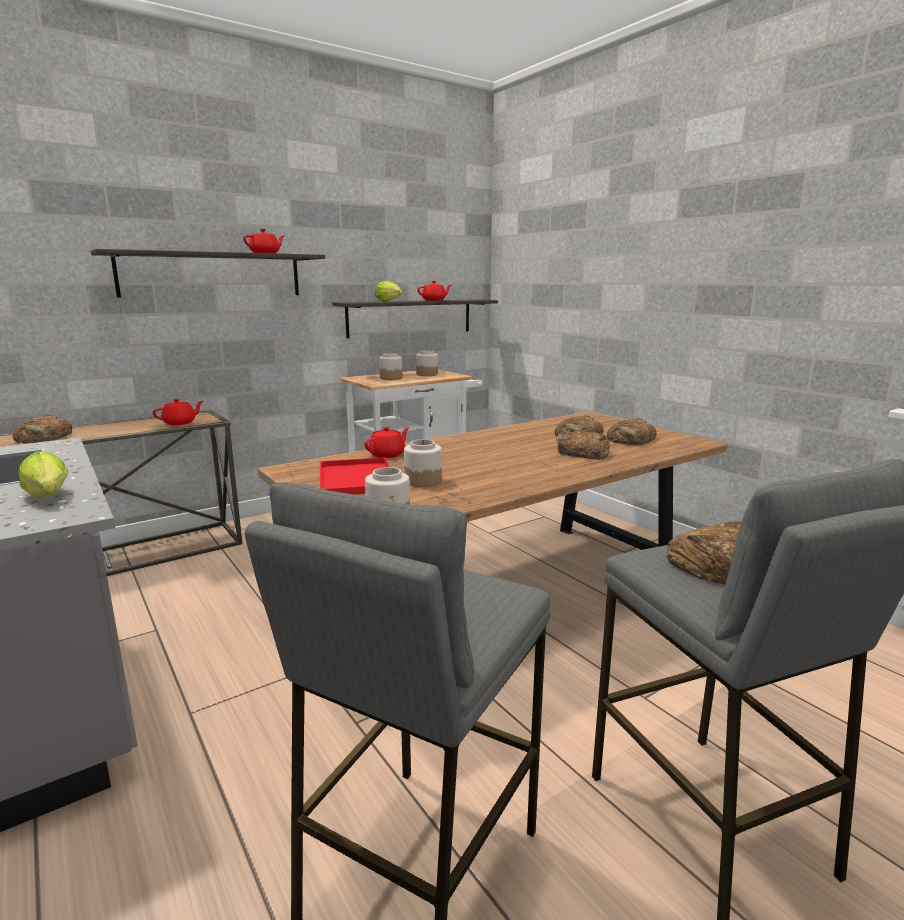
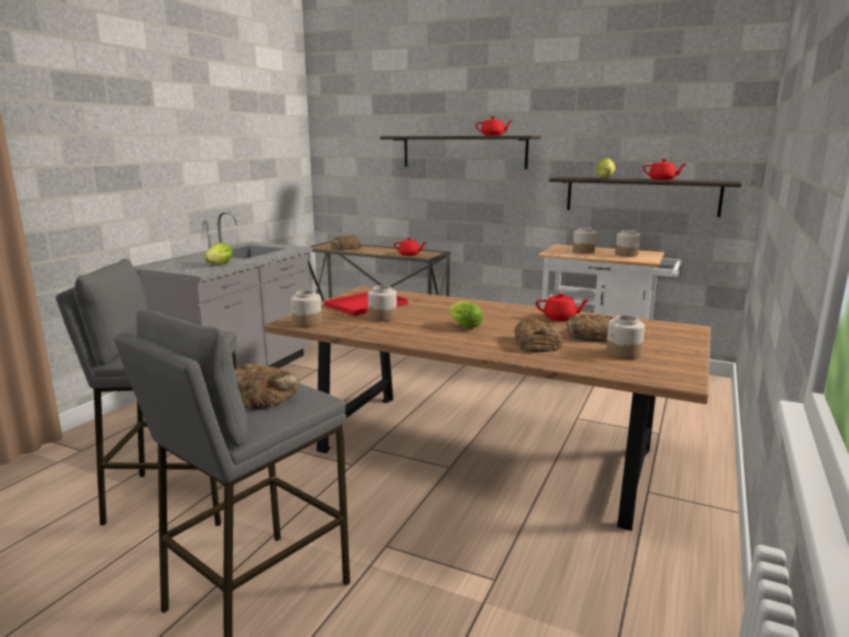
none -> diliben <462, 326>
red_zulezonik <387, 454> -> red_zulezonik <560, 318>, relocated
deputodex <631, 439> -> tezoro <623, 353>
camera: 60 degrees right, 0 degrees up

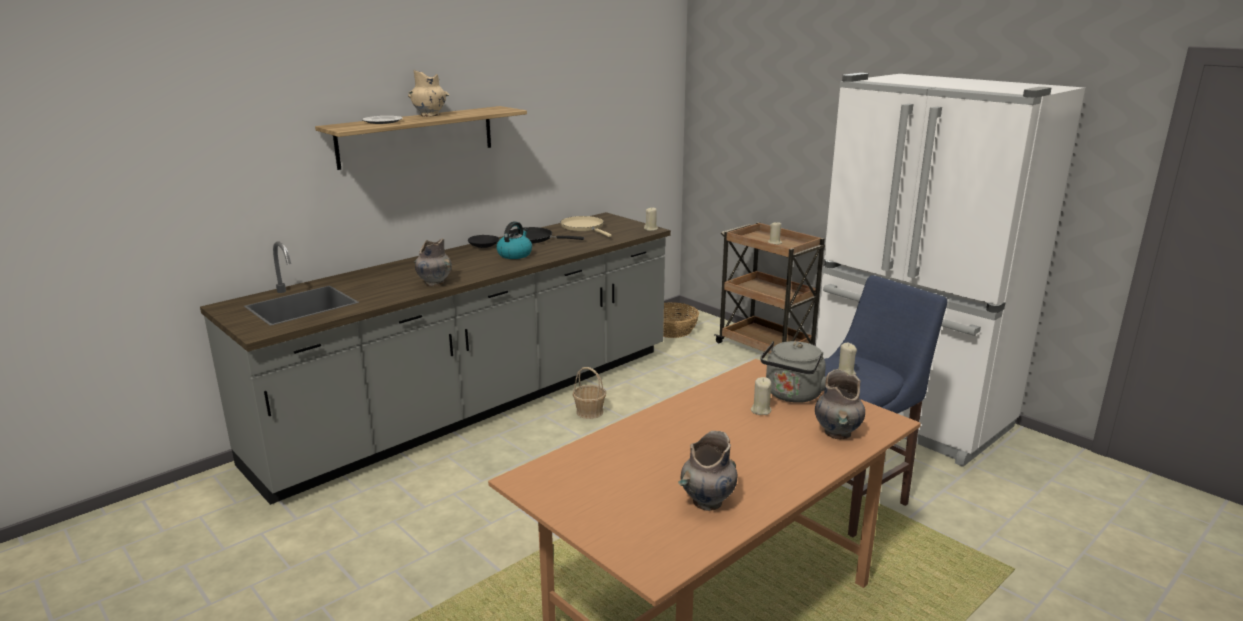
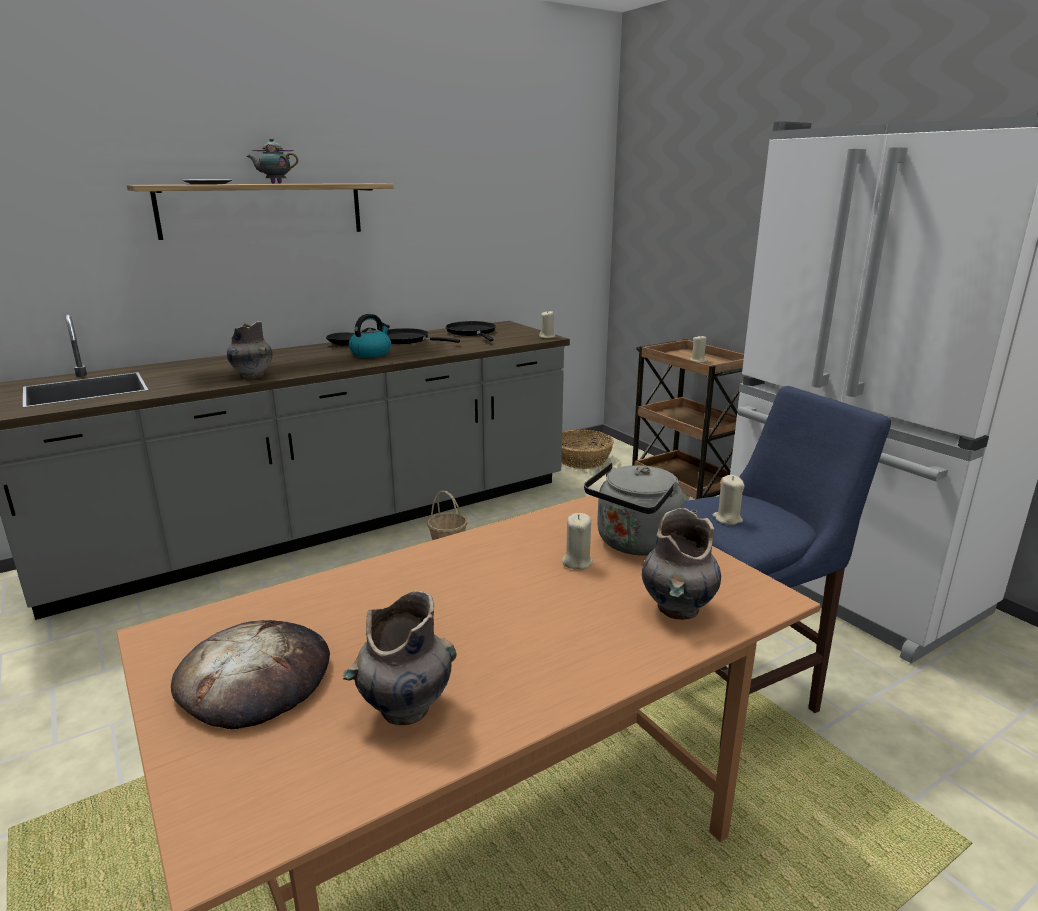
none -> deputodex <255, 678>
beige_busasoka <430, 115> -> zulezonik <275, 183>
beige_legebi <584, 227> -> black_legebi <472, 332>
camera: 10 degrees right, 0 degrees up

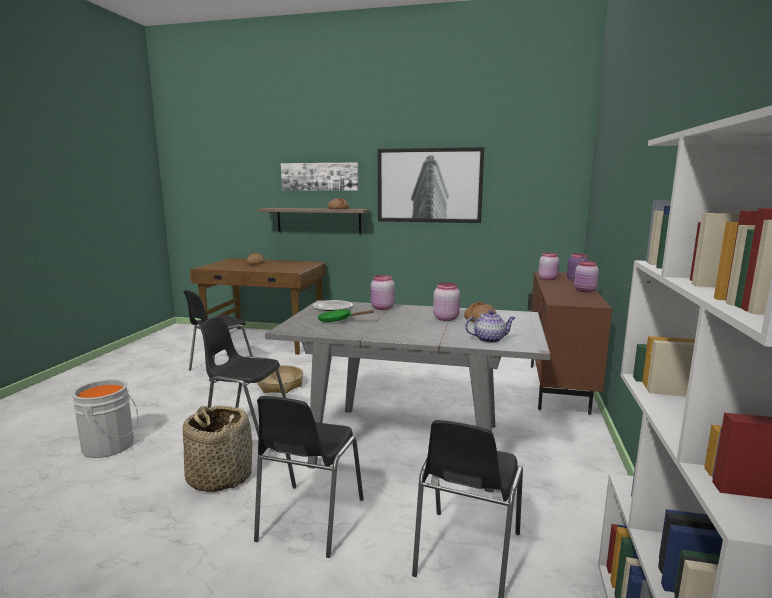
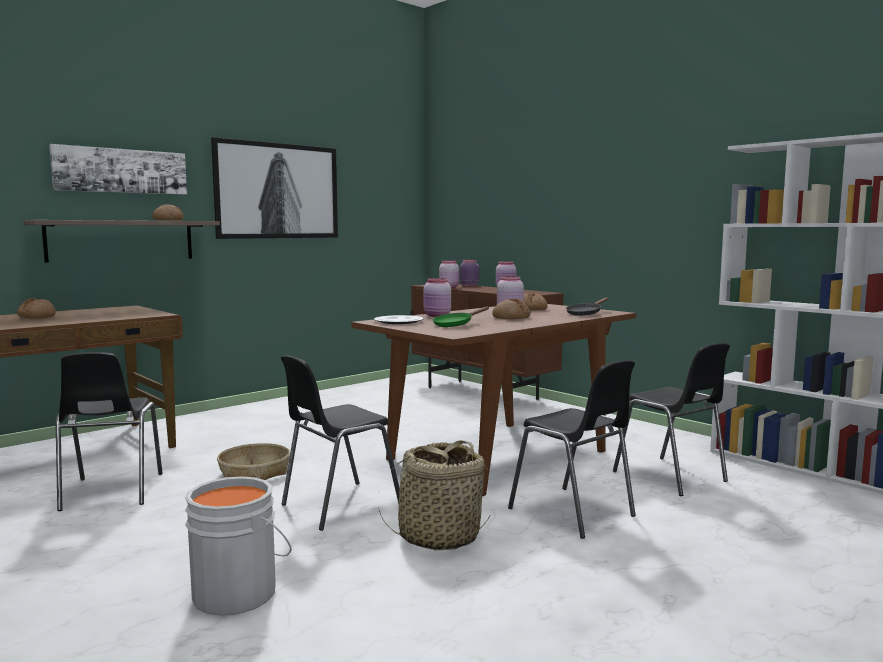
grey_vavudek <410, 445> -> brown_vavudek <499, 454>
none -> deputodex <511, 317>
zulezonik <490, 339> -> black_legebi <585, 314>
camera: 55 degrees left, 5 degrees down

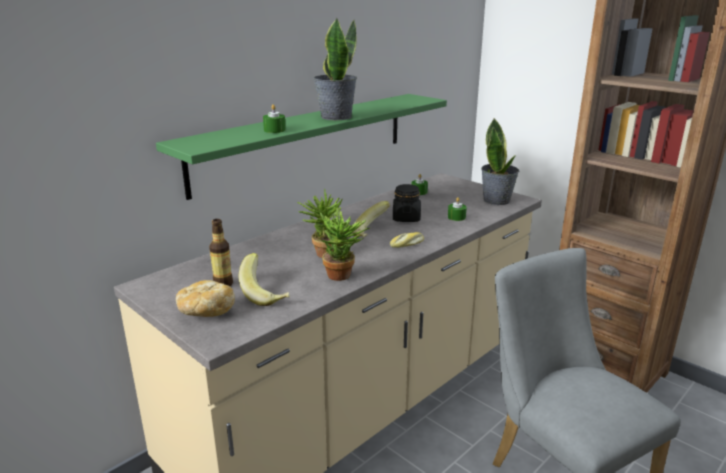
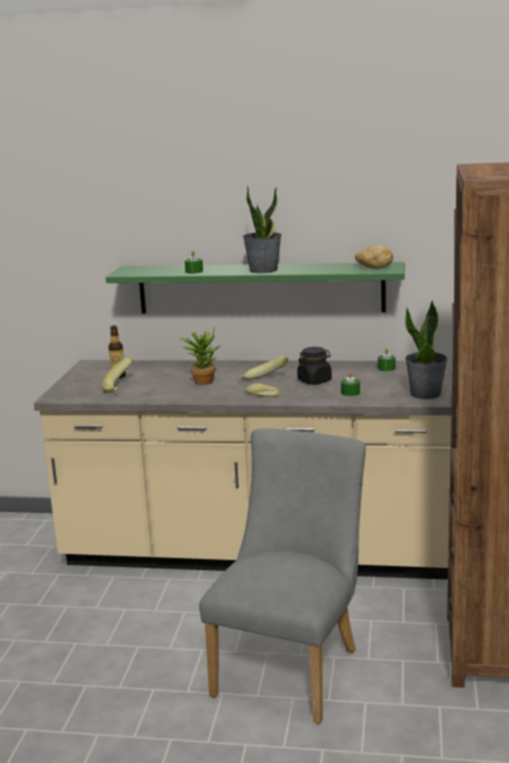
deputodex <205, 312> -> deputodex <374, 267>, relocated
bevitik <343, 276> -> none
camera: 55 degrees right, 5 degrees down

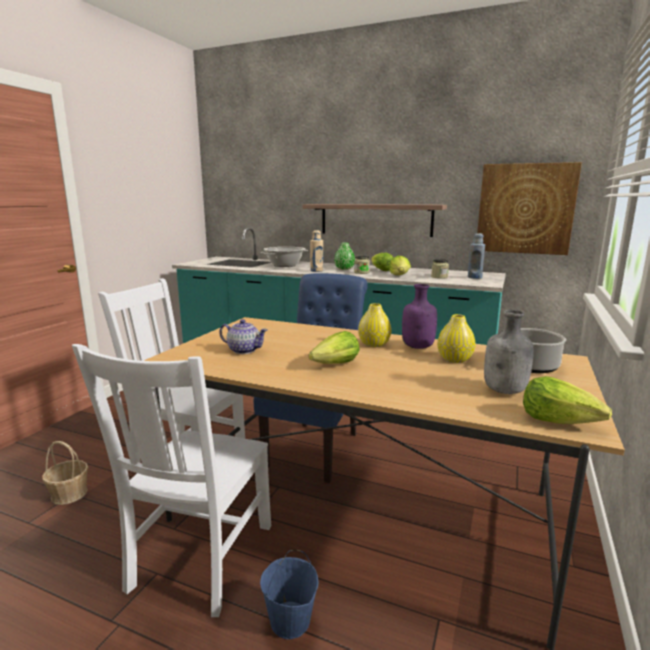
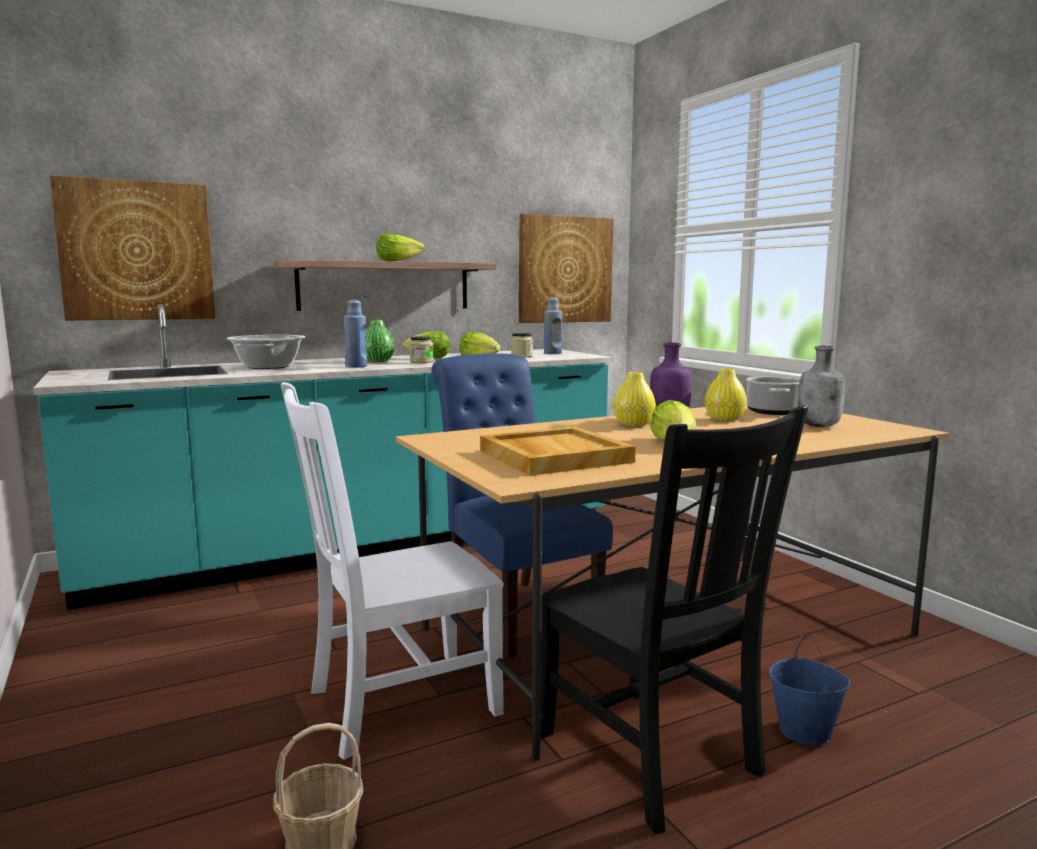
none -> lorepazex <137, 251>
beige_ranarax <316, 271> -> blue_ranarax <356, 366>
diliben <558, 421> -> diliben <398, 261>, relocated
zulezonik <244, 350> -> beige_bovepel <553, 456>
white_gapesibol <200, 559> -> black_gapesibol <651, 757>
camera: 50 degrees left, 5 degrees down

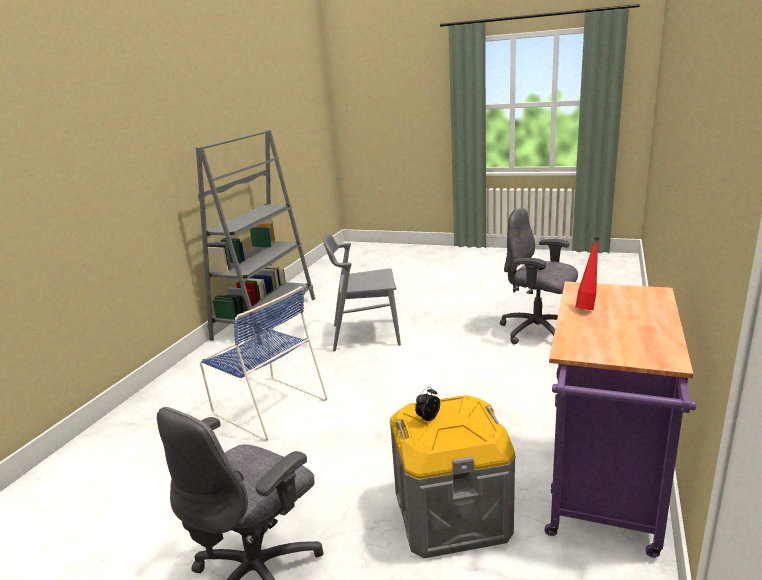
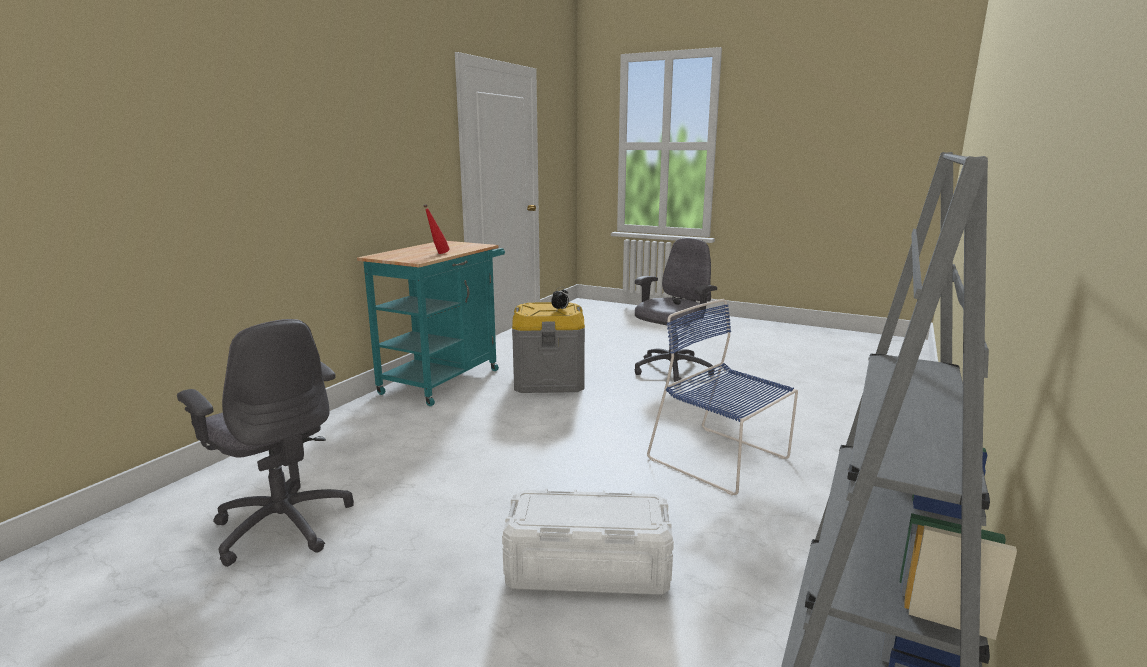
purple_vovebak <603, 498> -> turquoise_vovebak <445, 379>
grey_gapesibol <365, 335> -> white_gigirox <588, 568>
camera: 175 degrees left, 5 degrees down

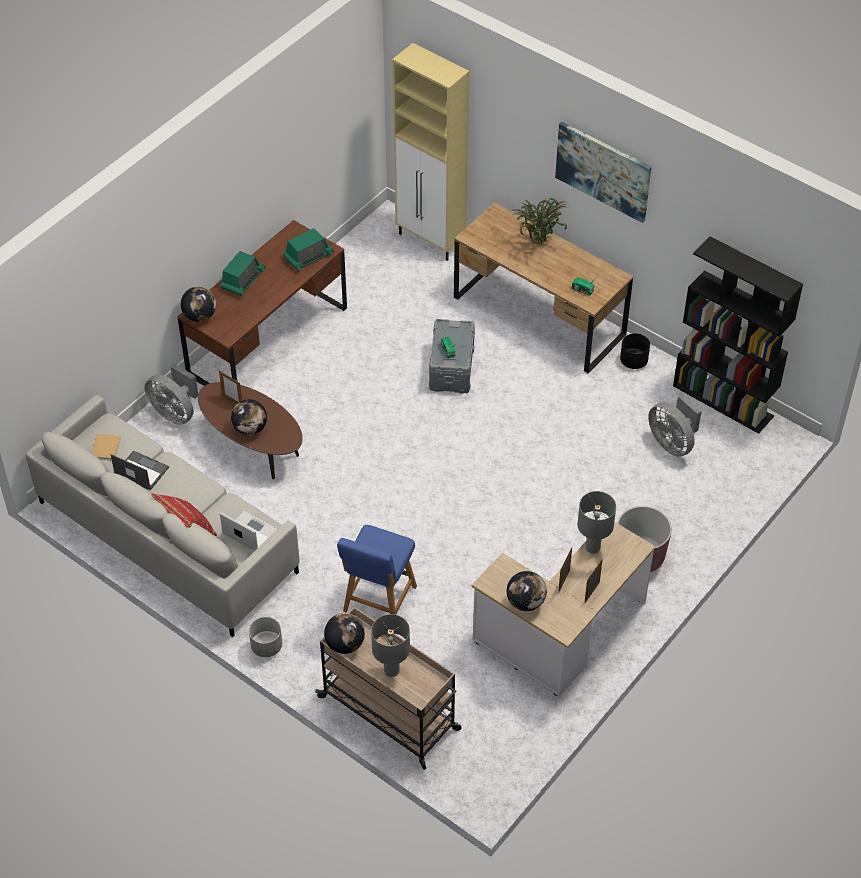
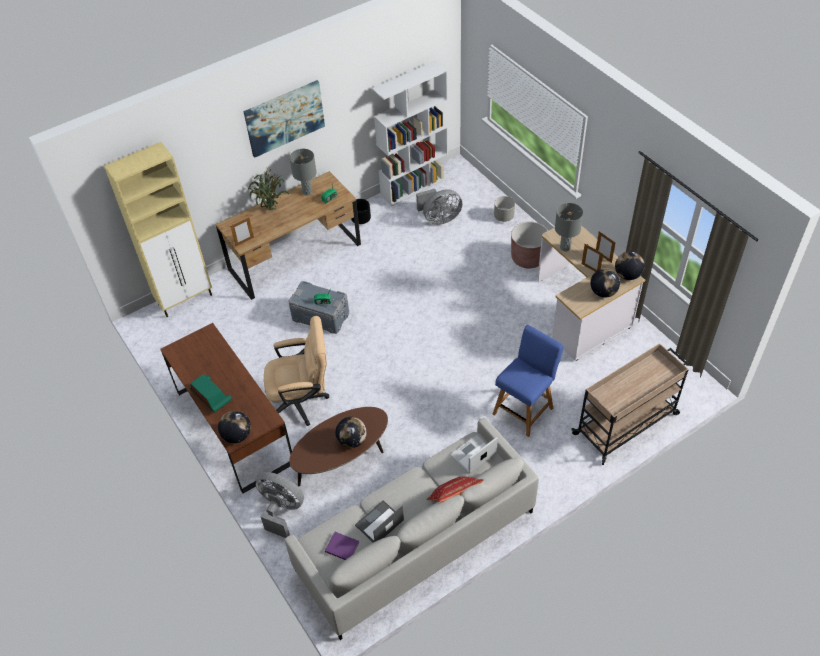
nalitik <232, 400> -> nalitik <244, 241>, relocated
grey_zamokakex <175, 412> -> grey_zamokakex <281, 510>, 120 degrees counterclockwise
none -> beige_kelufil <302, 401>
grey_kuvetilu <391, 670> -> grey_kuvetilu <307, 192>, relocated
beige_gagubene <106, 447> -> purple_gagubene <341, 546>
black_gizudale <723, 401> -> white_gizudale <414, 186>
blue_gapesibol <378, 602> -> blue_gapesibol <524, 409>, 90 degrees counterclockwise
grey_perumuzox <266, 646> -> grey_perumuzox <503, 217>, relocated
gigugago <345, 644> -> gigugago <627, 275>, relocated
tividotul <308, 256> -> none
camera: 70 degrees left, 0 degrees up

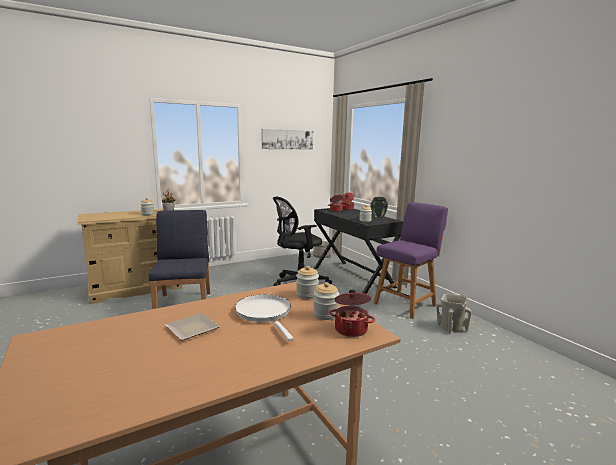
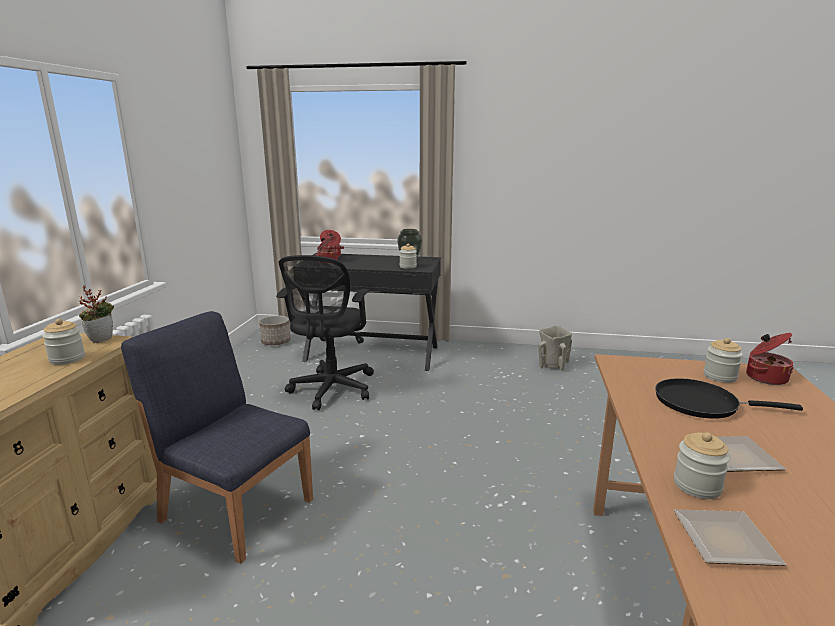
white_legebi <265, 313> -> black_legebi <702, 403>
tezoro <307, 294> -> tezoro <697, 486>, relocated
none -> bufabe <728, 543>
lorepazex <287, 139> -> none
purple_gapesibol <406, 304> -> none
camera: 50 degrees left, 5 degrees up

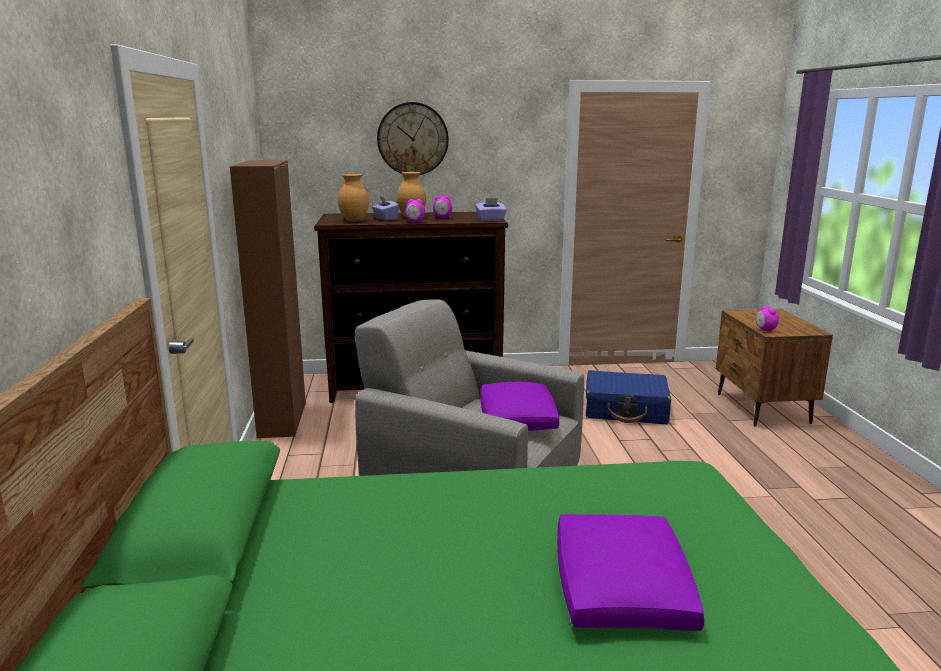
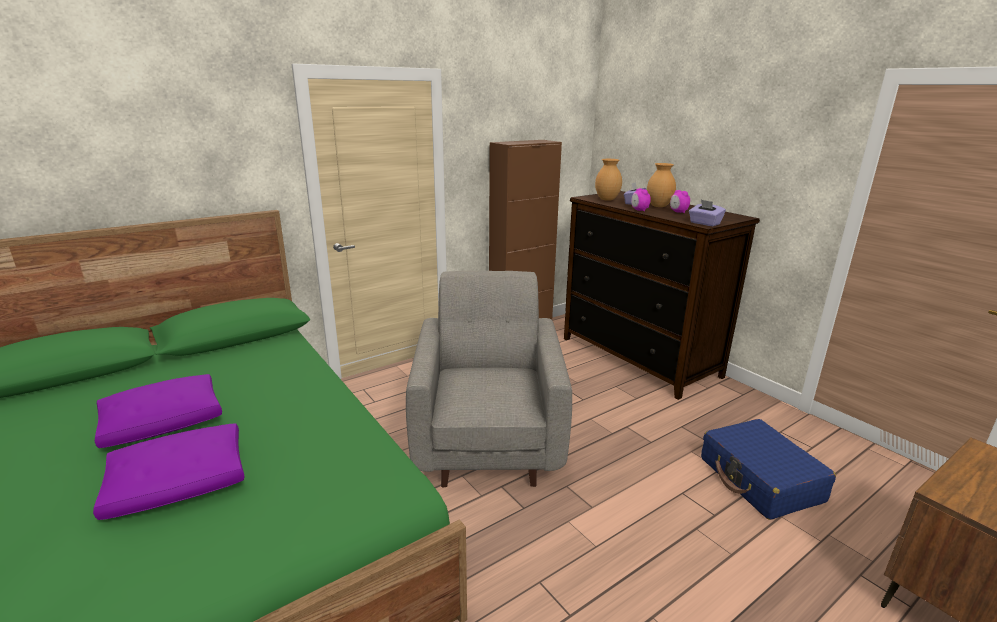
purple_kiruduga <517, 419> -> purple_kiruduga <164, 422>, relocated
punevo <412, 139> -> none
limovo <765, 330> -> none
camera: 60 degrees right, 5 degrees up

